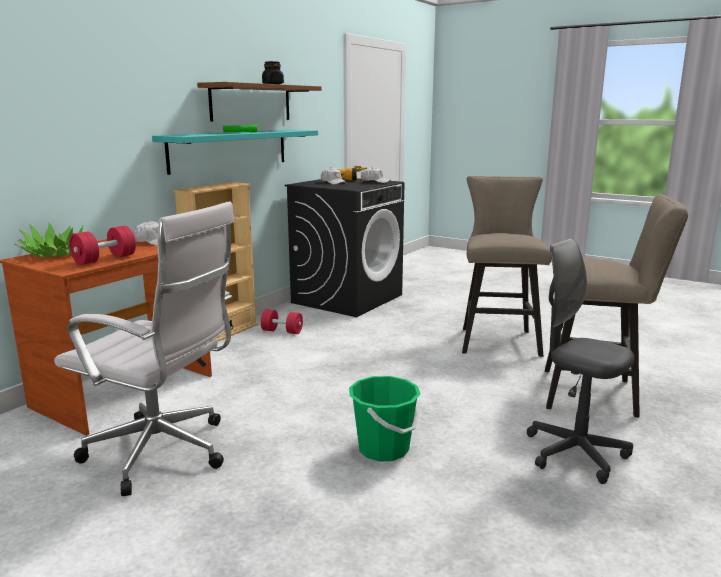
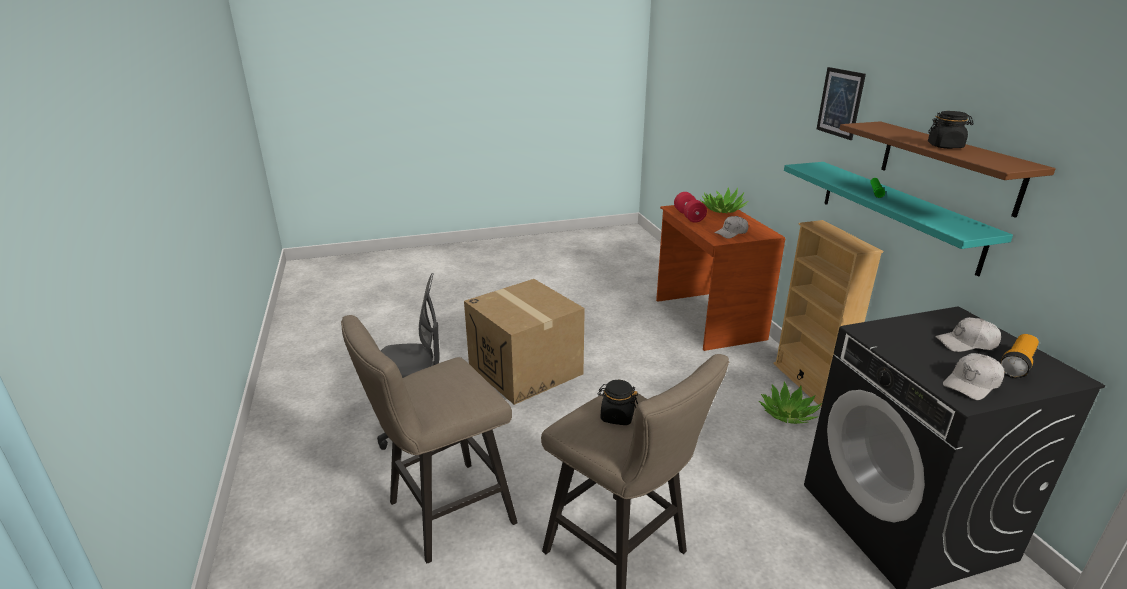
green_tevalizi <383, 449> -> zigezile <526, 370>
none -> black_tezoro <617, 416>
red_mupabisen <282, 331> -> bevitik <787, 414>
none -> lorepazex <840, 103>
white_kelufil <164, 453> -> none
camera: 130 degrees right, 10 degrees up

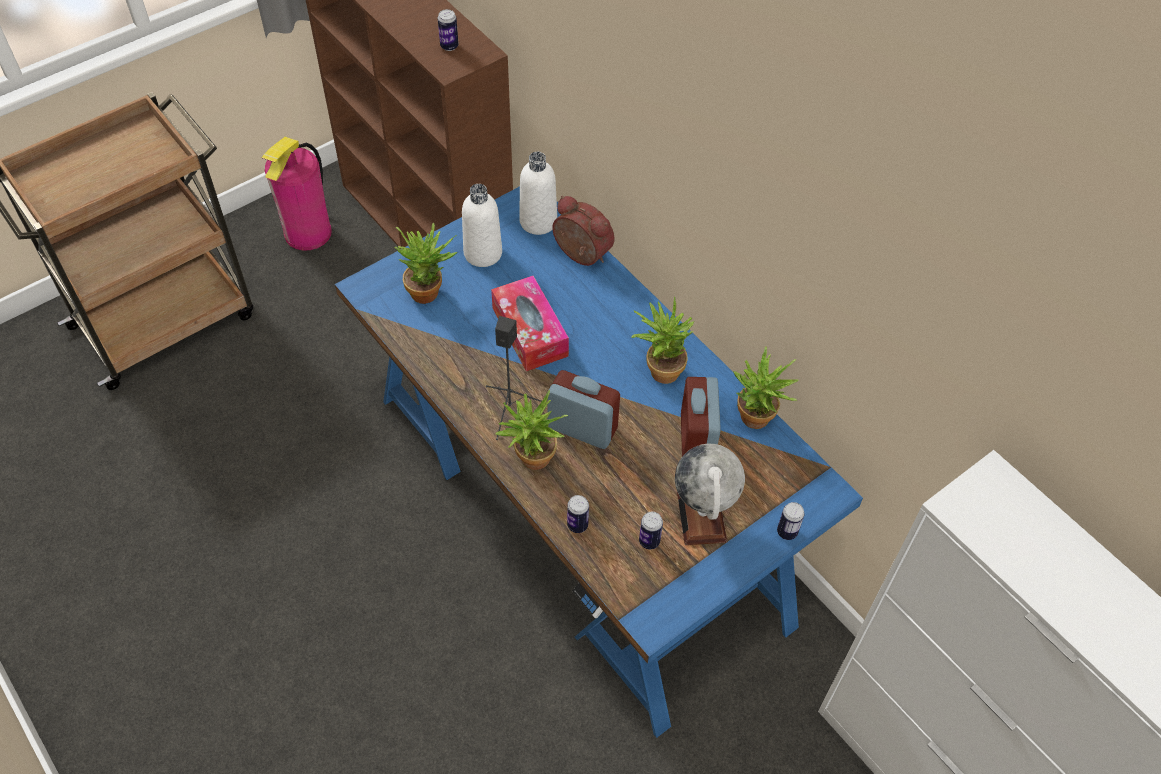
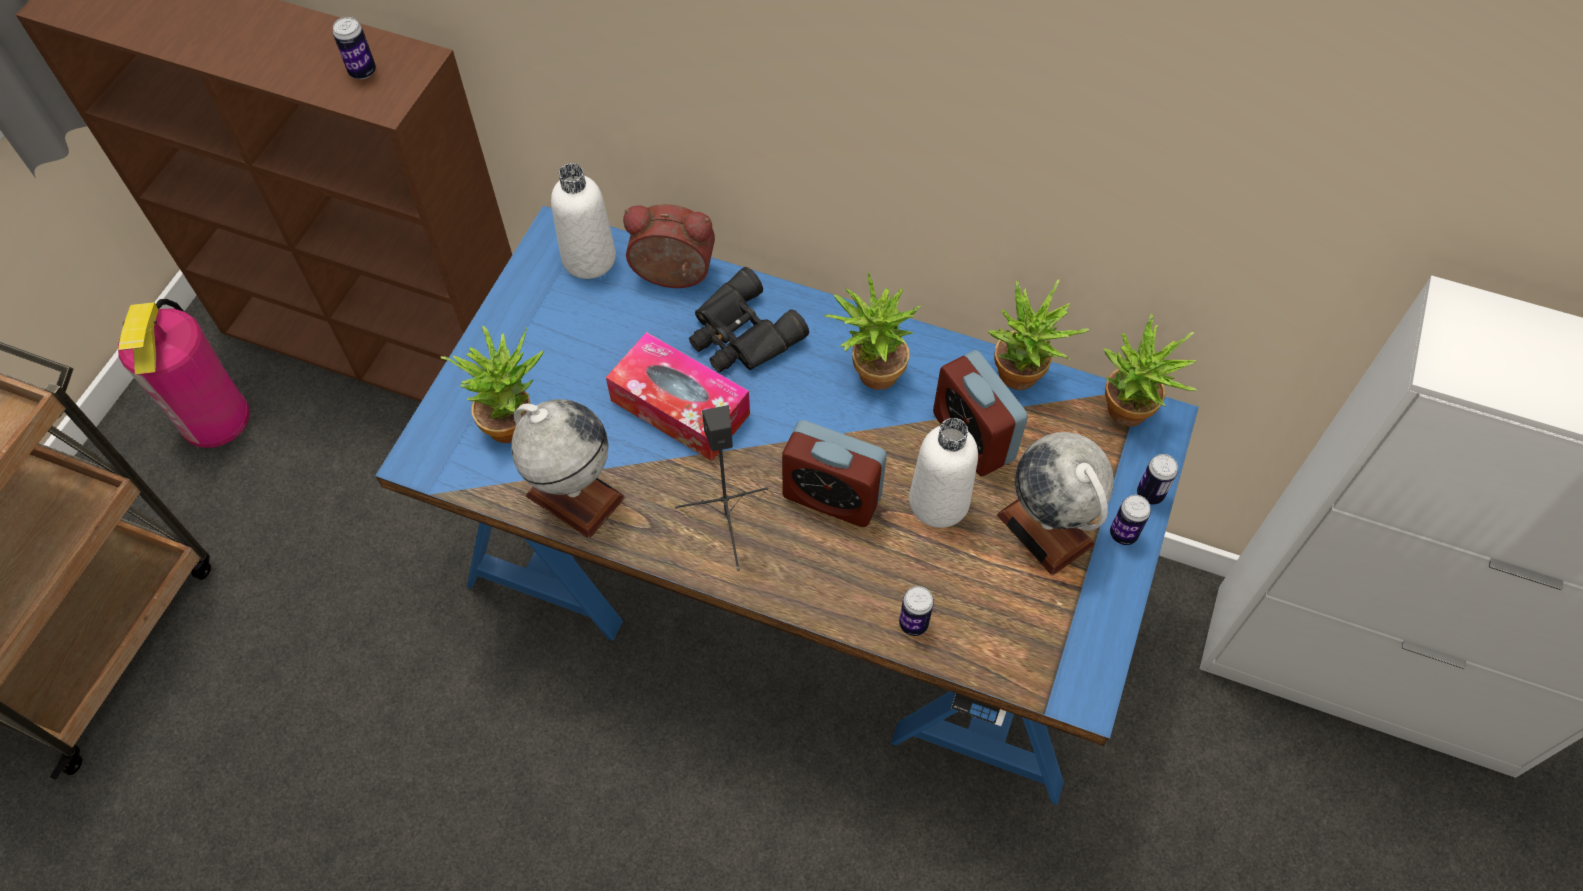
none -> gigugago <574, 496>
none -> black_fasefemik <741, 335>
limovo <582, 428> -> limovo <832, 496>, 150 degrees counterclockwise
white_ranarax <483, 253> -> white_ranarax <939, 502>, relocated
bevitik <531, 462> -> bevitik <1127, 417>, relocated
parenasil <649, 541> -> parenasil <1123, 534>, relocated
camera: 30 degrees left, 5 degrees up

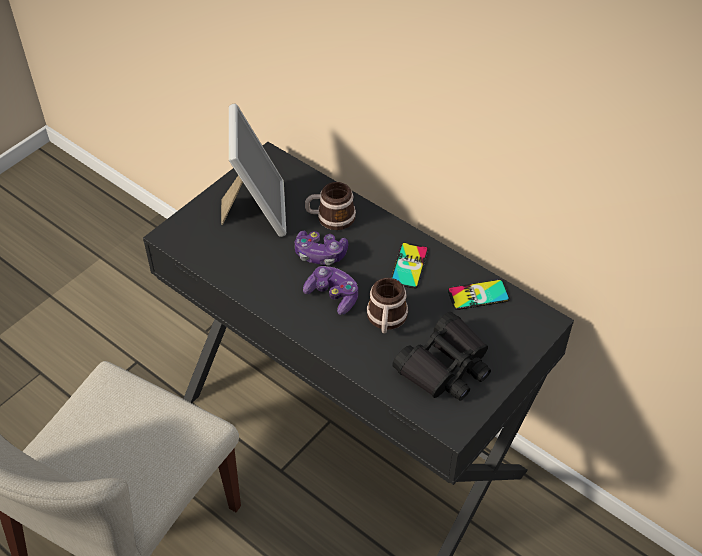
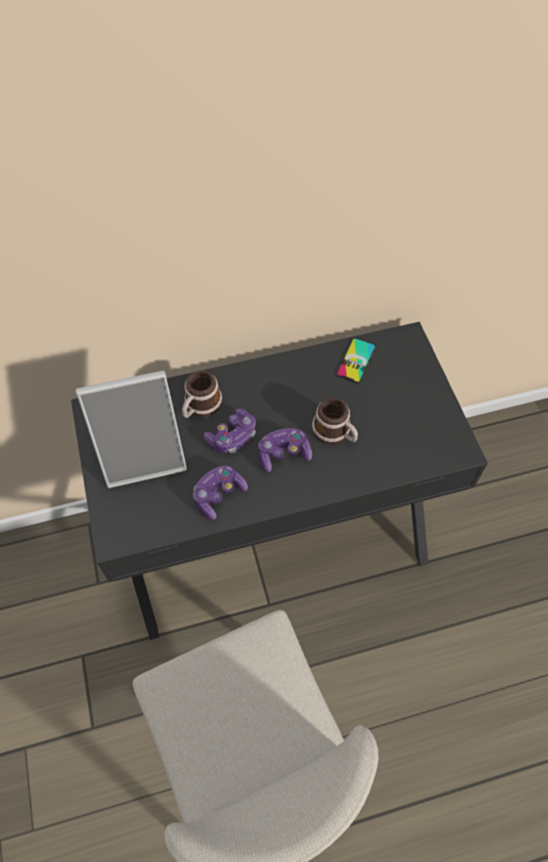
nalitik <256, 210> -> nalitik <144, 454>, 135 degrees clockwise
none -> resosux <218, 495>
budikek <409, 266> -> none
black_fasefemik <445, 367> -> none
camera: 55 degrees left, 10 degrees up

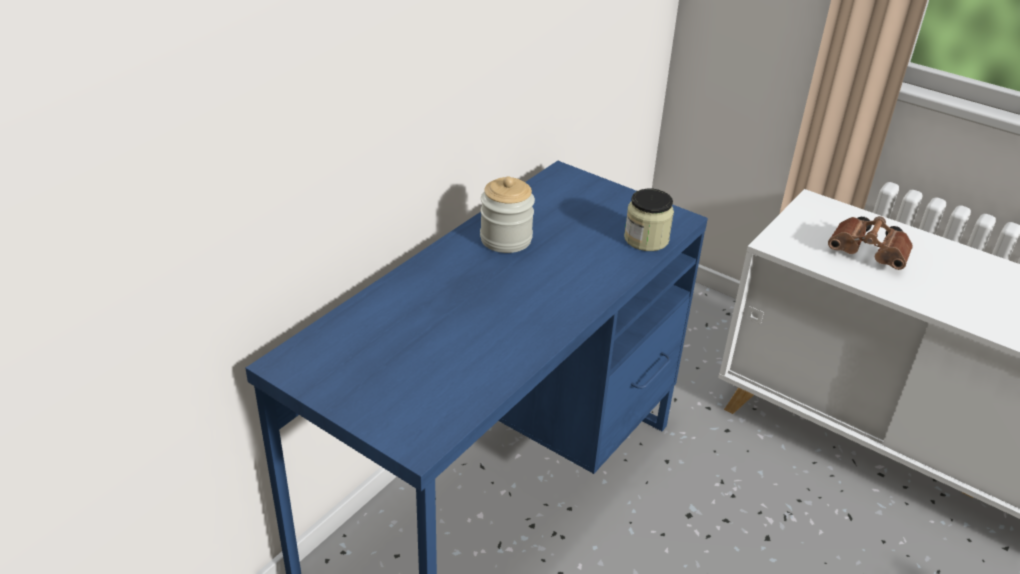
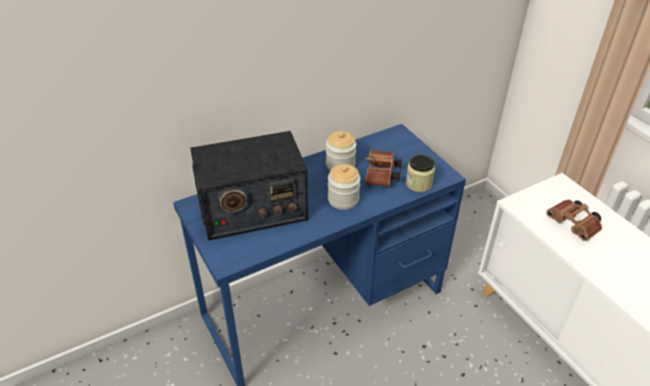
none -> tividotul <252, 209>
none -> tezoro <343, 199>
none -> brown_fasefemik <381, 176>
camera: 25 degrees right, 5 degrees up

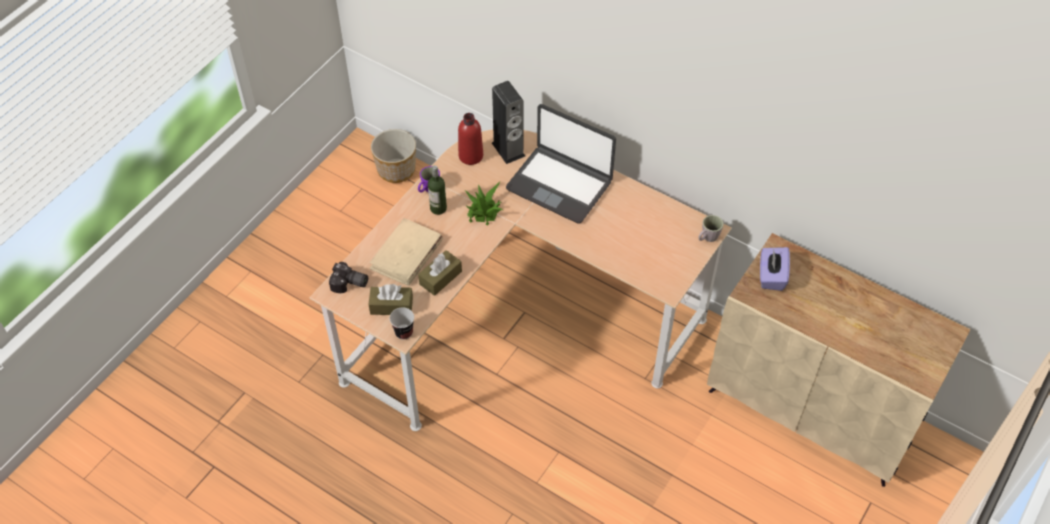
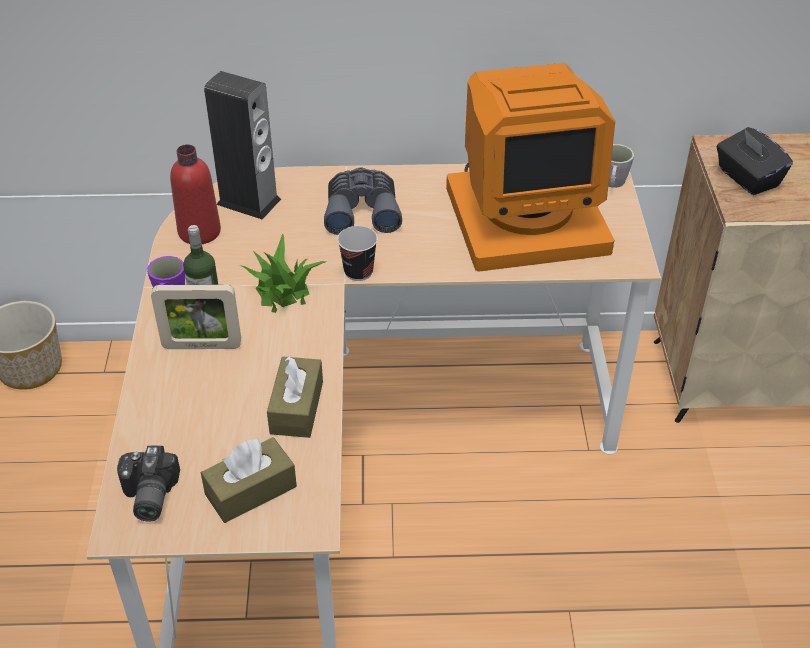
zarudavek <349, 284> -> zarudavek <147, 496>, 105 degrees clockwise
none -> nalitik <202, 346>
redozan <560, 184> -> grey_fasefemik <362, 210>
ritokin <404, 332> -> ritokin <358, 272>, relocated
none -> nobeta <525, 217>
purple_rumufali <771, 276> -> black_rumufali <747, 178>
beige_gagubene <406, 255> -> none
camera: 35 degrees left, 10 degrees down

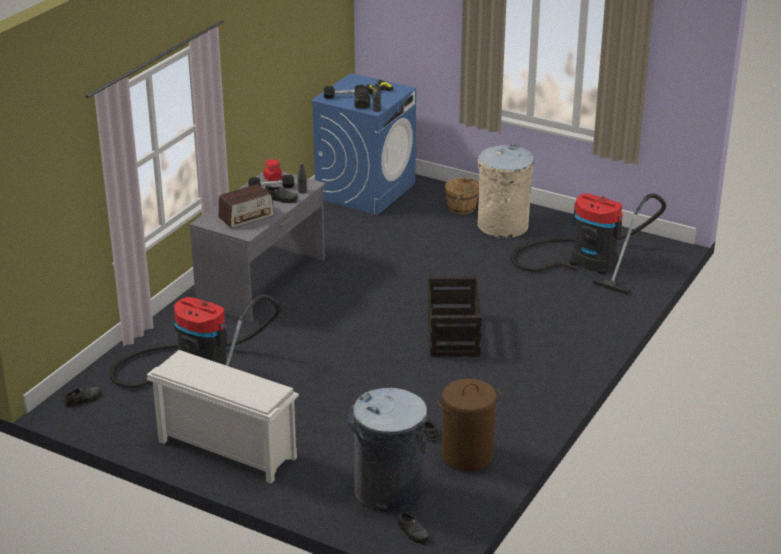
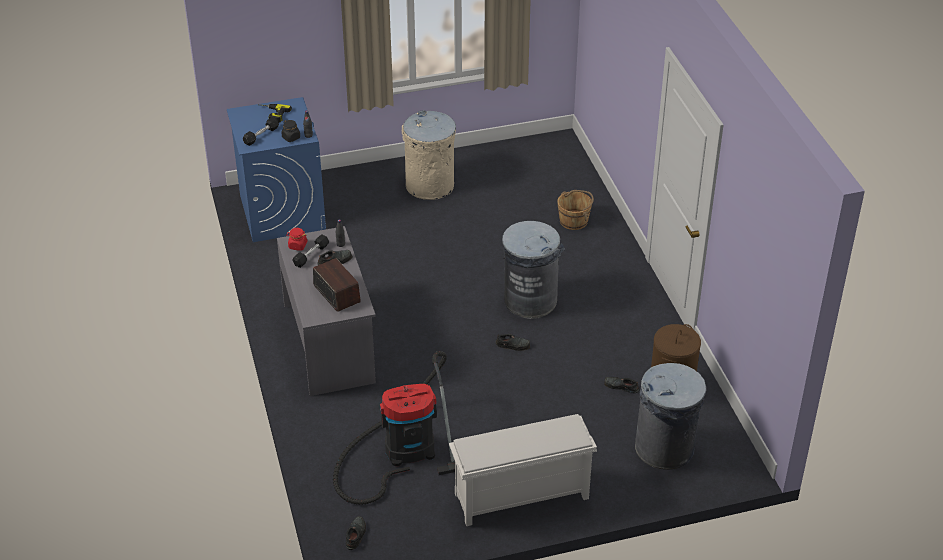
tividotul <246, 217> -> tividotul <336, 293>, 45 degrees counterclockwise
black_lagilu <413, 532> -> black_lagilu <513, 345>, relocated
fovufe <453, 335> -> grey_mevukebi <530, 300>
brown_tevalizi <462, 208> -> brown_tevalizi <574, 221>, relocated
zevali <588, 261> -> none
camera: 45 degrees left, 10 degrees up

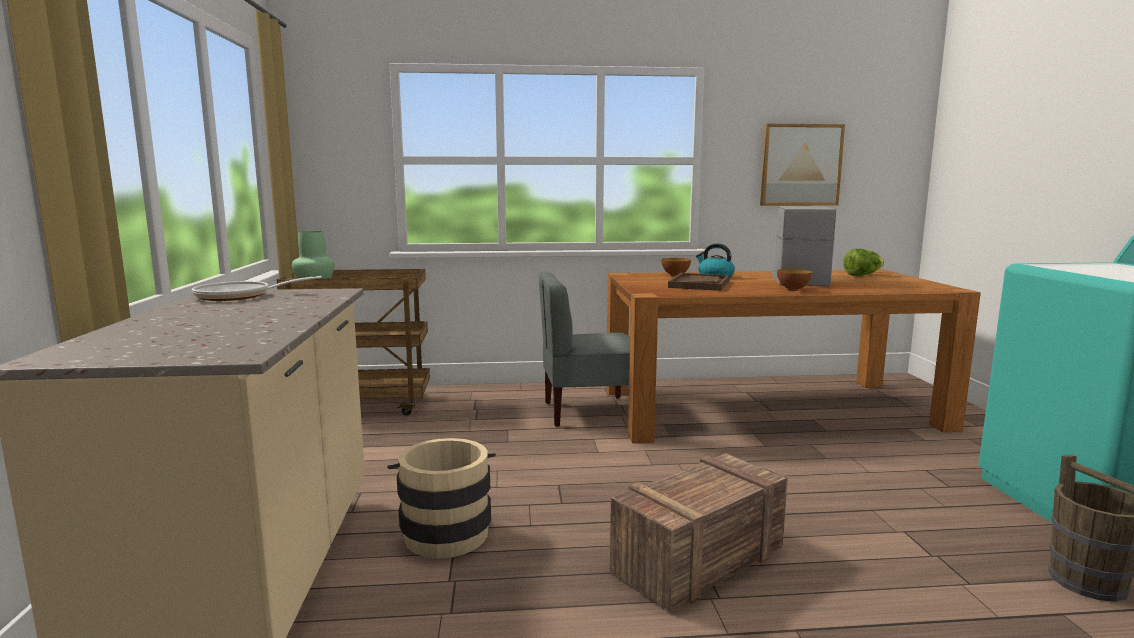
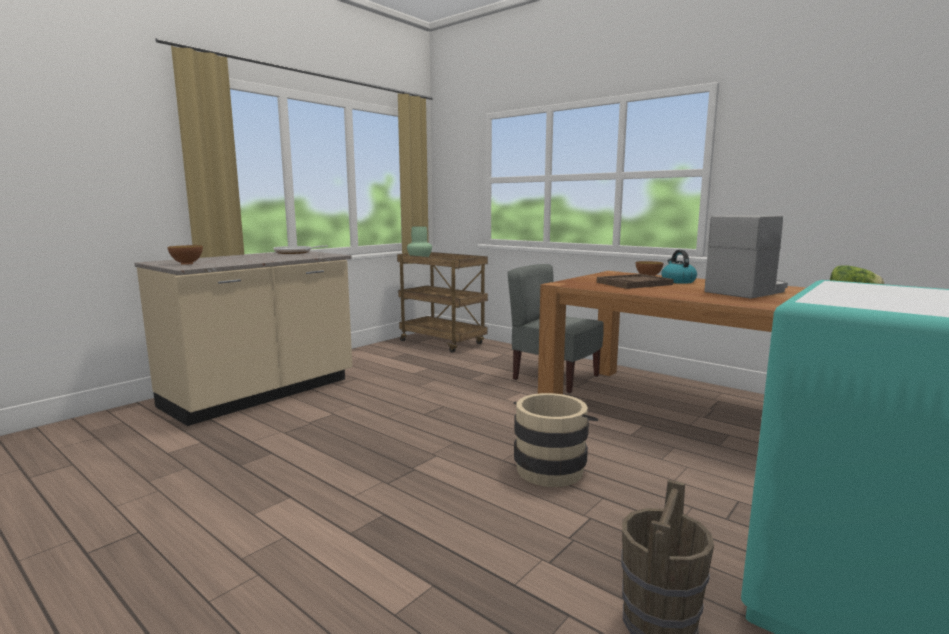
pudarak <793, 290> -> pudarak <187, 264>, relocated
beige_tevalizi <445, 531> -> beige_tevalizi <551, 467>, relocated
fovufe <700, 559> -> none
lorepazex <800, 165> -> none
camera: 45 degrees right, 0 degrees up

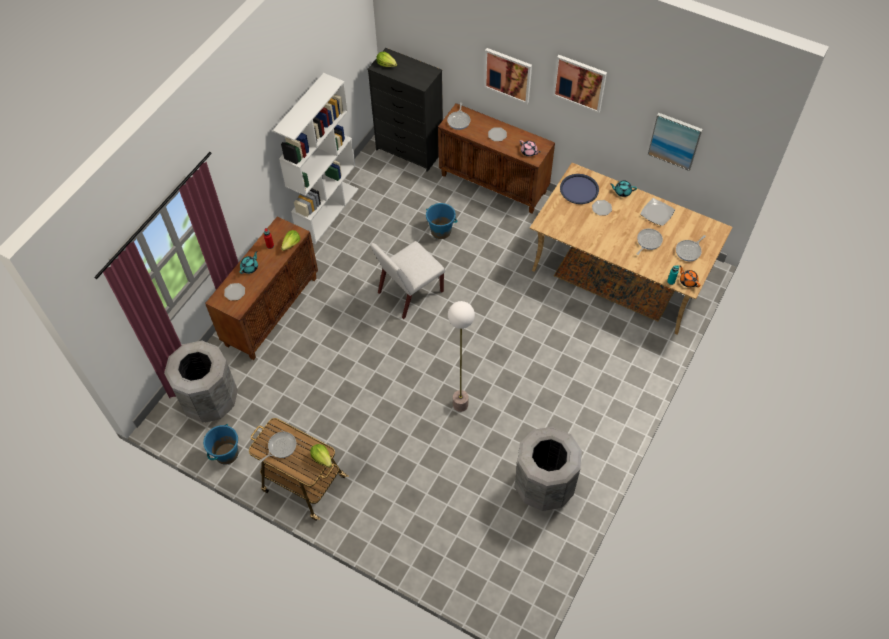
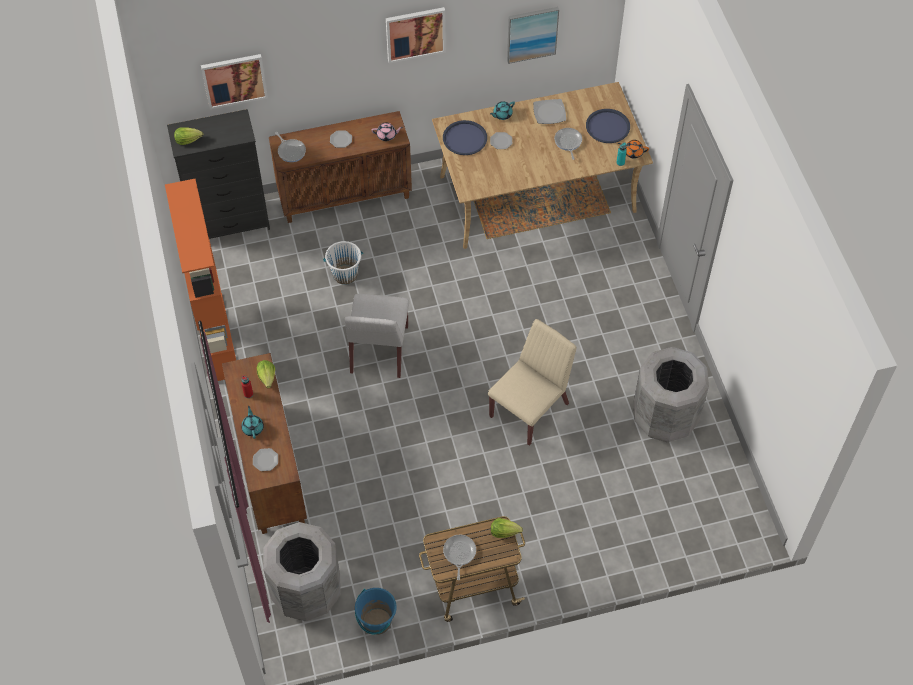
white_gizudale <327, 211> -> orange_gizudale <216, 337>
lorepazex <508, 75> -> lorepazex <234, 80>, relocated
blue_tevalizi <441, 231> -> white_tevalizi <345, 274>
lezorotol <460, 405> -> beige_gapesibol <530, 409>
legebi <689, 251> -> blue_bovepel <607, 126>
camera: 45 degrees left, 0 degrees up

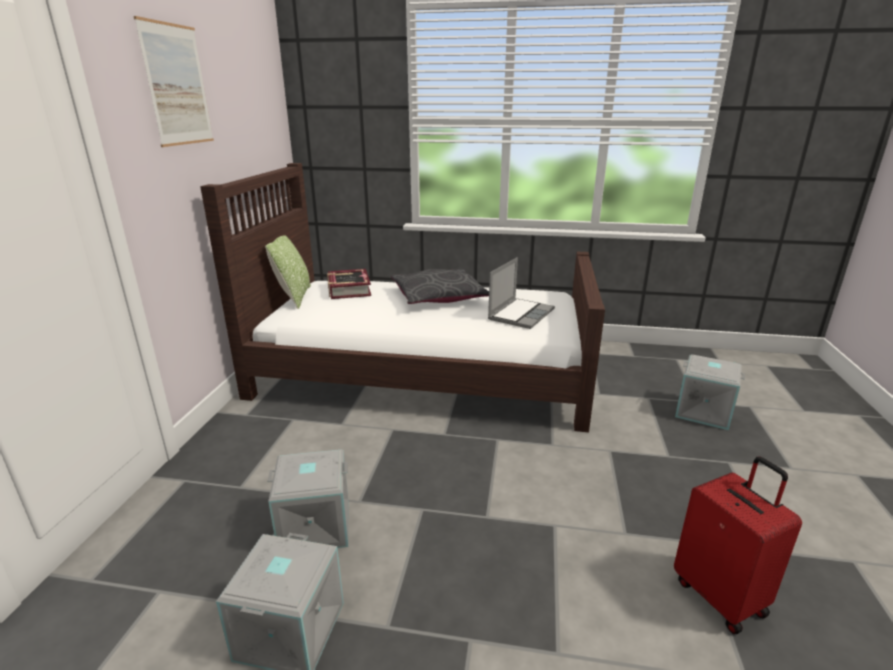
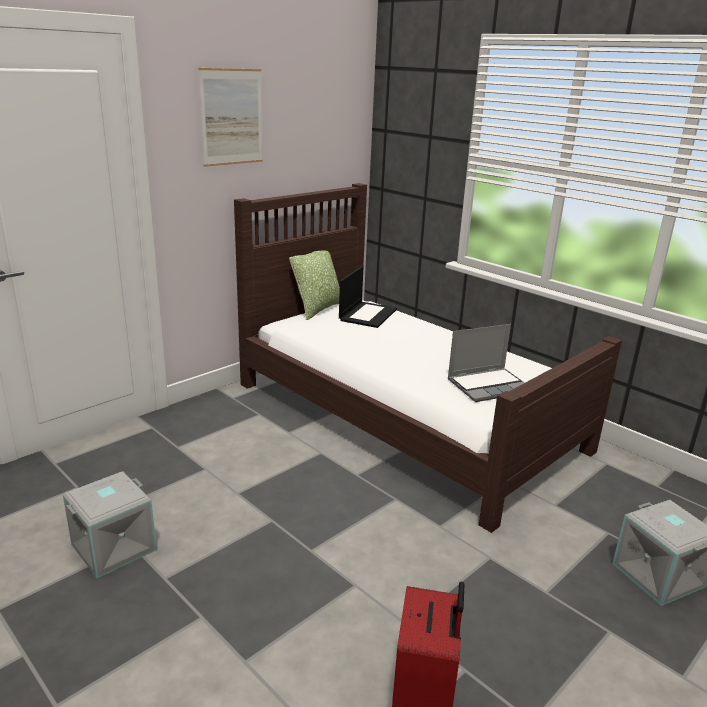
gagubene <348, 289> -> redozan <367, 314>
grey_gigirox <314, 527> -> none
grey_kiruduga <438, 297> -> none
camera: 35 degrees right, 0 degrees up

